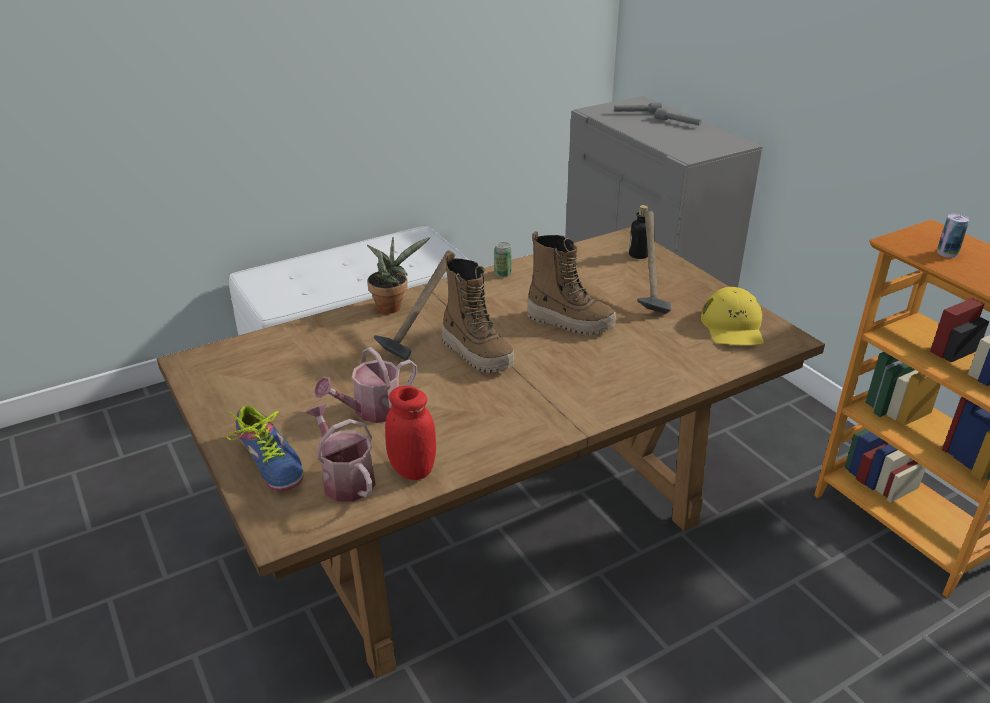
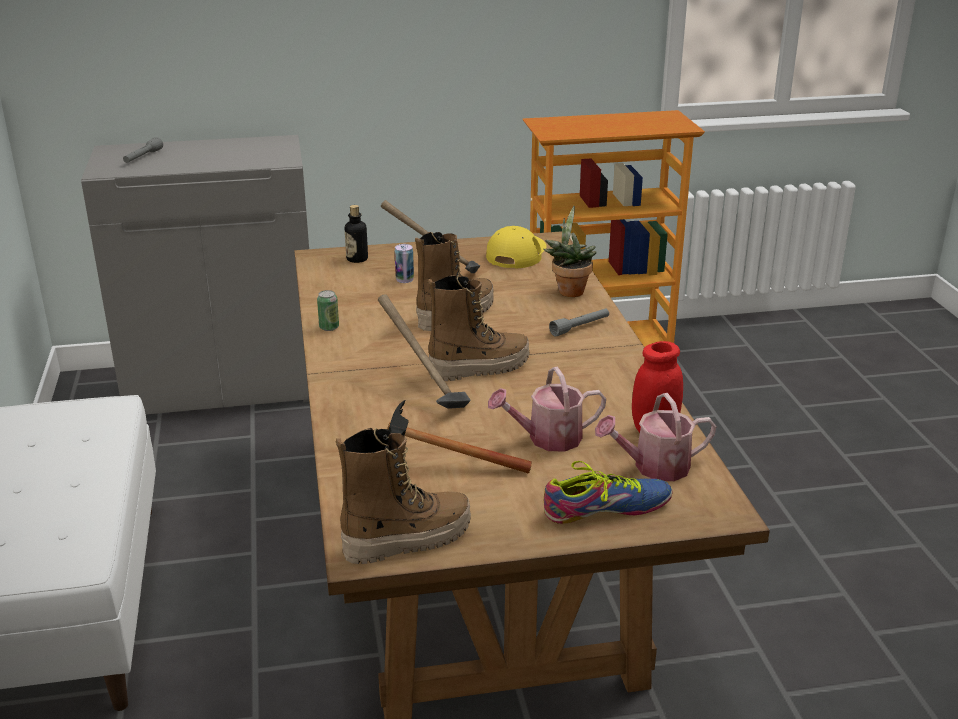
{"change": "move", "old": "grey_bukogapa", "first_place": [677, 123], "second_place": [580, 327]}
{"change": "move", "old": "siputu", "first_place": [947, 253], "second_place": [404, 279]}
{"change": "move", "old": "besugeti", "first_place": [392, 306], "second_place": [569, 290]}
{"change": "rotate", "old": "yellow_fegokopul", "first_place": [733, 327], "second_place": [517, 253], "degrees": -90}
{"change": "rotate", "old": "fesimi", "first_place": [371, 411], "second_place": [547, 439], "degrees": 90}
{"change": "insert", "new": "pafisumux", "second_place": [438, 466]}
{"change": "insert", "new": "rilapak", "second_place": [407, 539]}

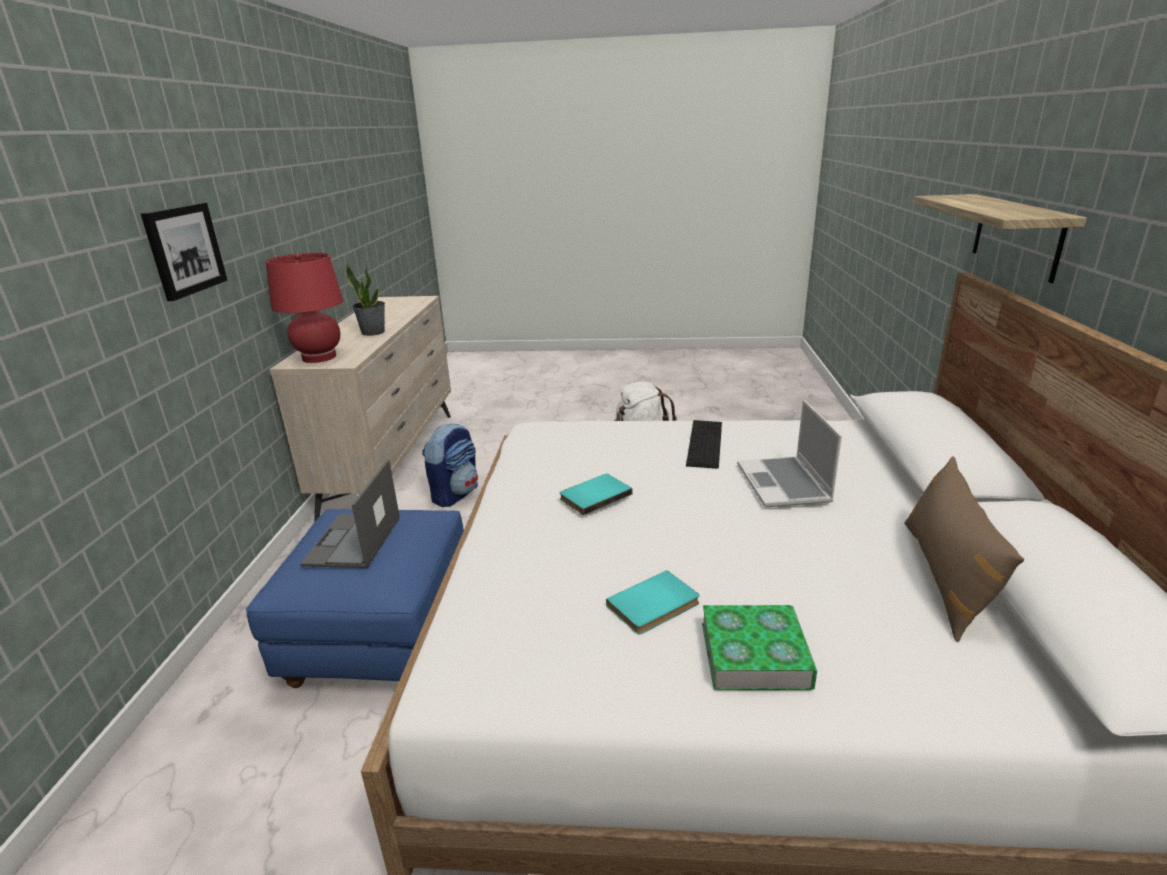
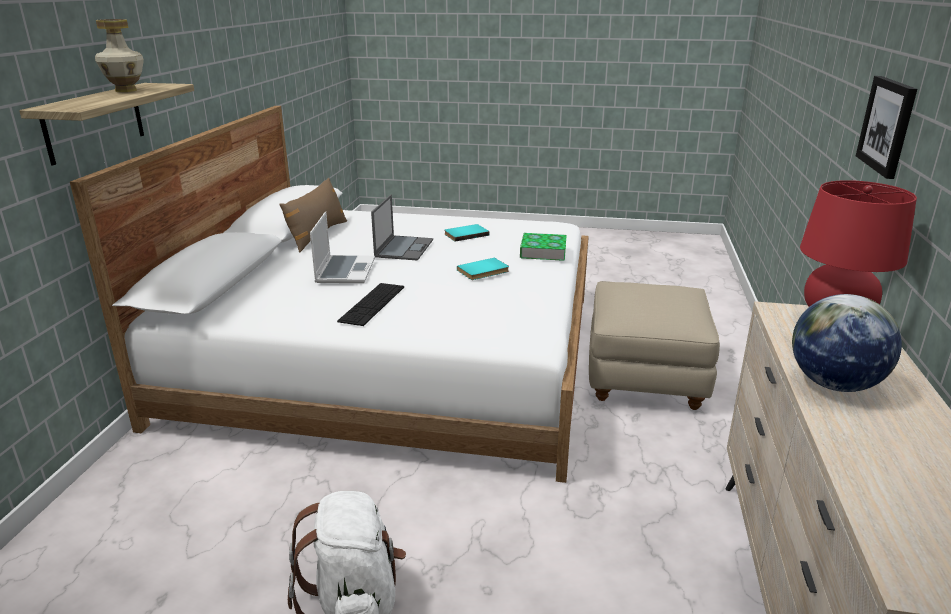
{"change": "replace", "old": "besugeti", "new": "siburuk", "first_place": [373, 332], "second_place": [833, 384]}
{"change": "delete", "old": "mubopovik", "first_place": [455, 494]}
{"change": "move", "old": "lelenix", "first_place": [353, 541], "second_place": [404, 248]}
{"change": "recolor", "old": "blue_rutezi", "new": "beige_rutezi", "first_place": [382, 639], "second_place": [644, 378]}
{"change": "move", "old": "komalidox", "first_place": [754, 654], "second_place": [543, 251]}
{"change": "insert", "new": "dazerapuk", "second_place": [126, 90]}

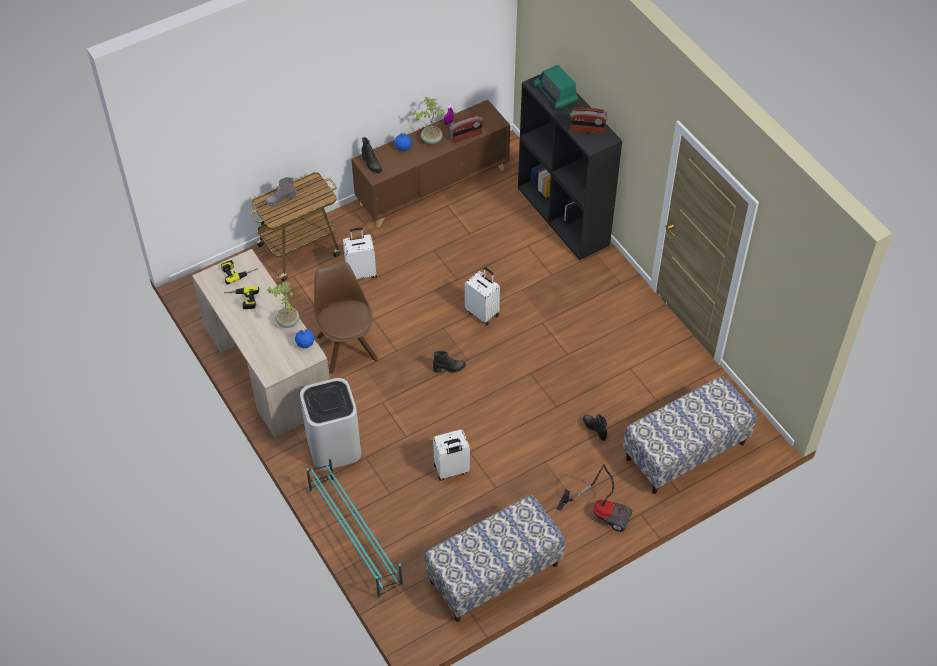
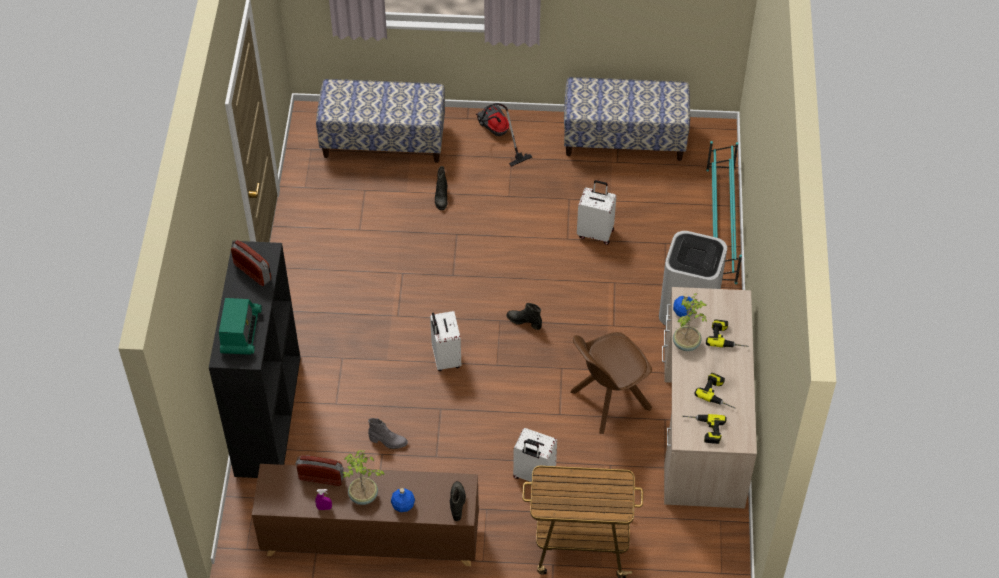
{"change": "move", "old": "grey_rilapak", "first_place": [280, 200], "second_place": [388, 442]}
{"change": "rotate", "old": "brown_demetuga", "first_place": [346, 346], "second_place": [608, 401], "degrees": 45}
{"change": "insert", "new": "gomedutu", "second_place": [727, 337]}

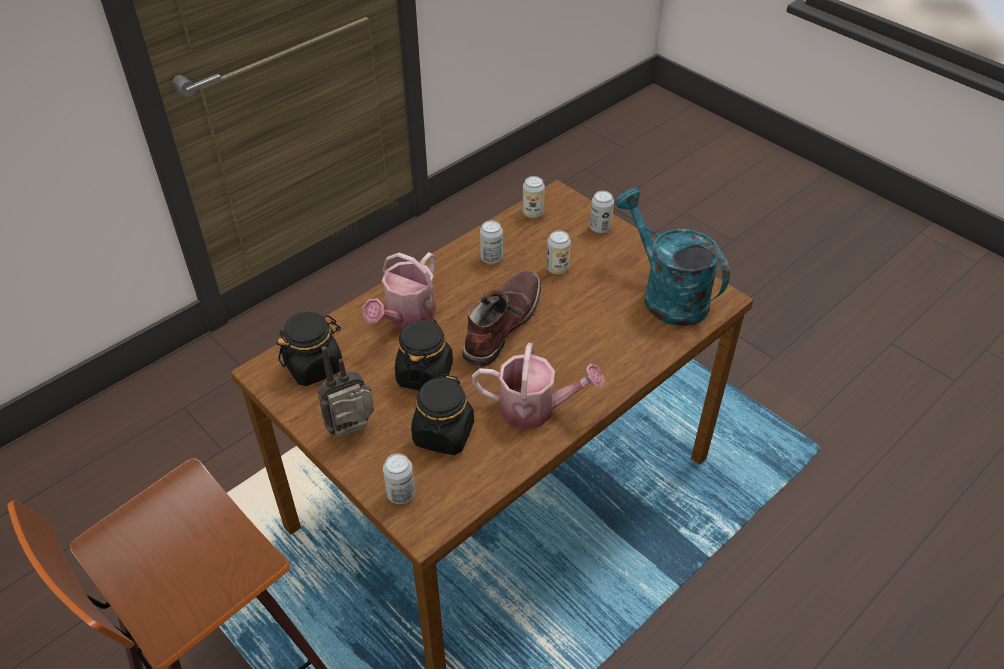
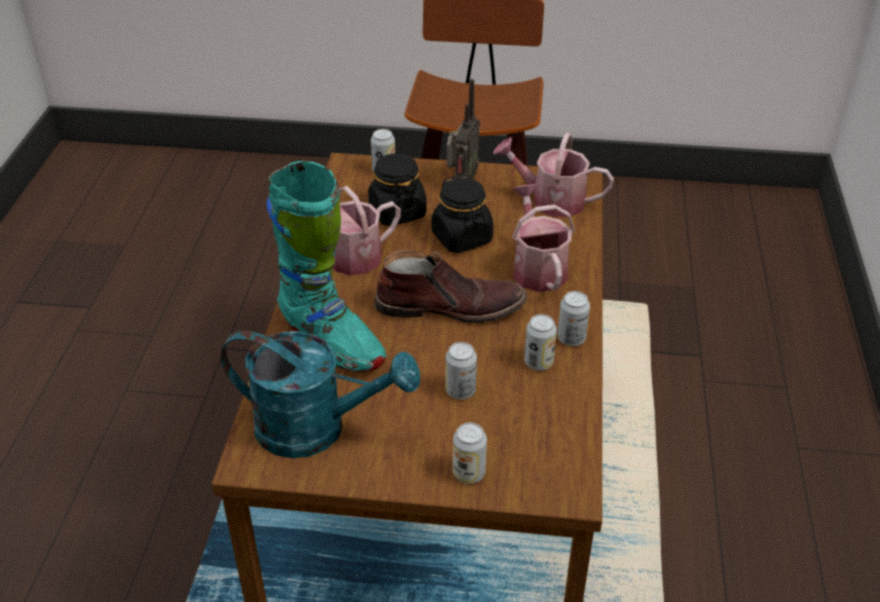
{"change": "move", "old": "siputu", "first_place": [532, 213], "second_place": [571, 338]}
{"change": "rotate", "old": "brown_rilapak", "first_place": [500, 324], "second_place": [450, 306], "degrees": -75}
{"change": "replace", "old": "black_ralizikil", "new": "fesimi", "first_place": [314, 366], "second_place": [550, 200]}
{"change": "insert", "new": "turquoise_rilapak", "second_place": [331, 342]}

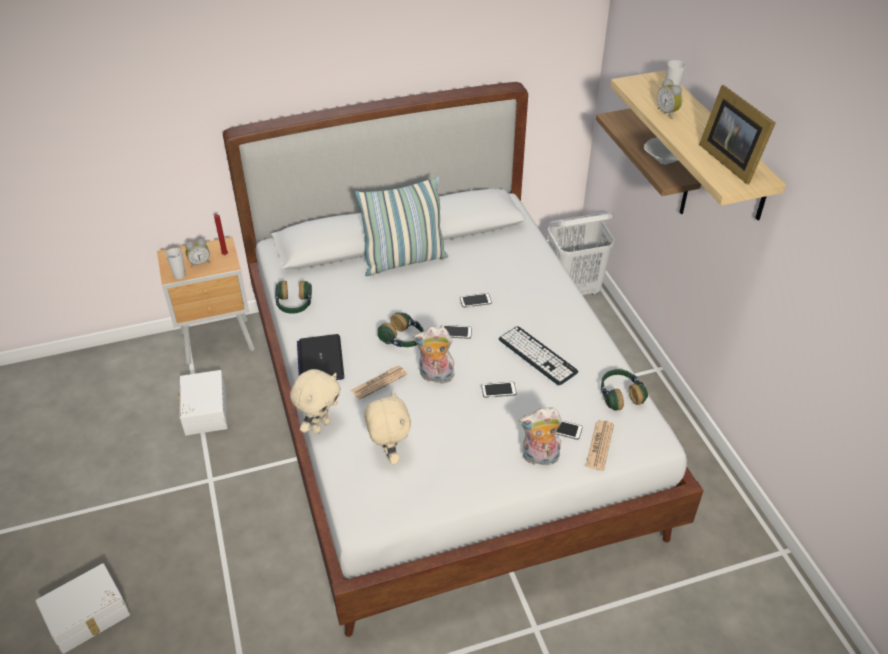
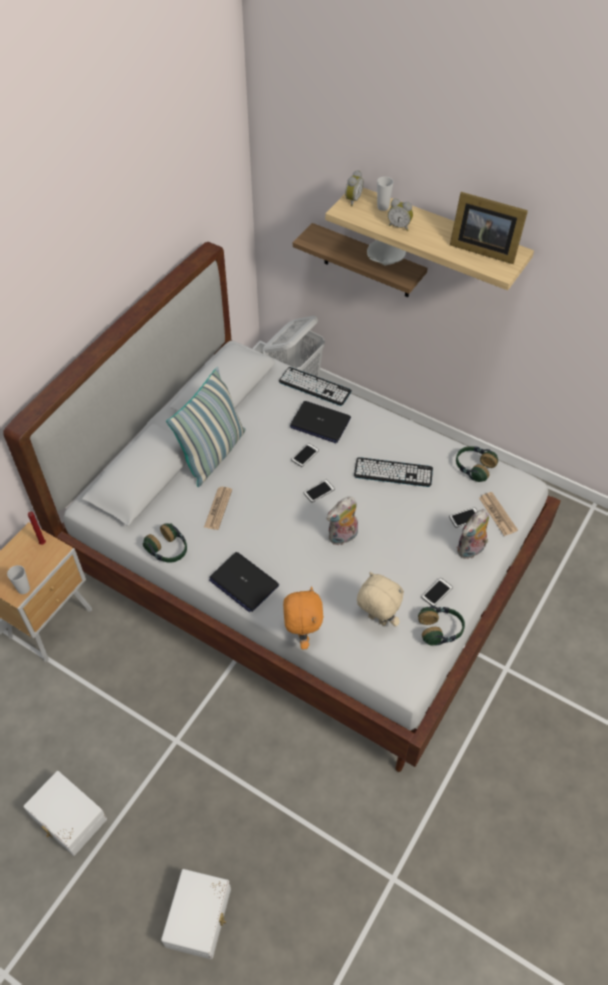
{"change": "move", "old": "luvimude", "first_place": [200, 263], "second_place": [352, 200]}
{"change": "move", "old": "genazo", "first_place": [403, 339], "second_place": [440, 630]}
{"change": "move", "old": "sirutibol", "first_place": [379, 382], "second_place": [218, 508]}
{"change": "recolor", "old": "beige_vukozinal", "new": "orange_vukozinal", "first_place": [320, 426], "second_place": [302, 635]}
{"change": "move", "old": "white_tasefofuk", "first_place": [204, 411], "second_place": [67, 818]}
{"change": "move", "old": "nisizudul", "first_place": [498, 390], "second_place": [437, 592]}
{"change": "insert", "new": "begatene", "second_place": [314, 386]}
{"change": "insert", "new": "lelenix", "second_place": [320, 423]}

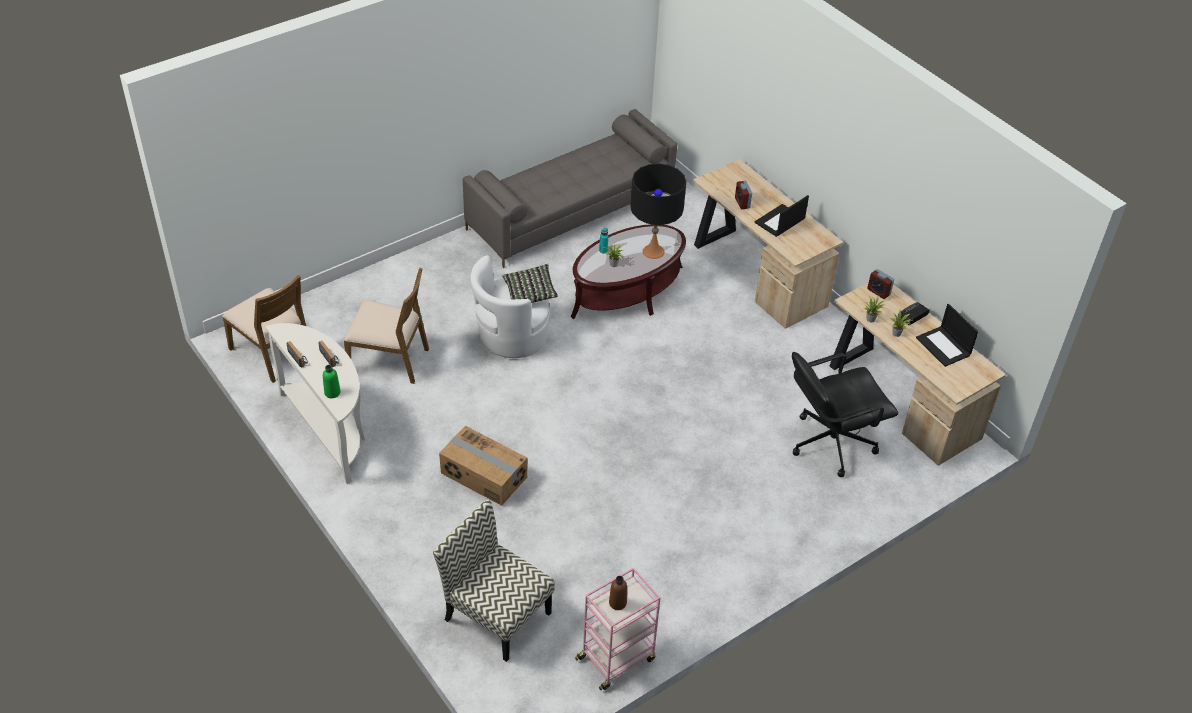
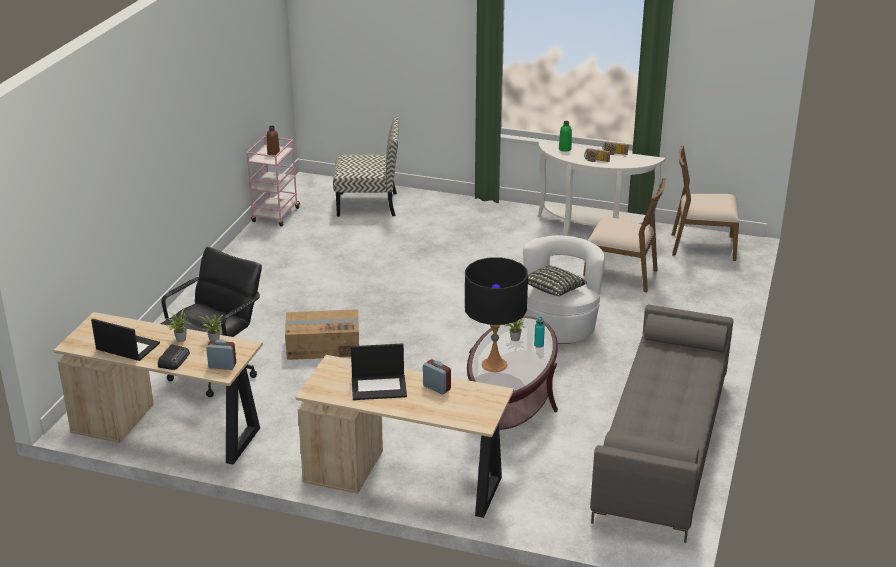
{"change": "rotate", "old": "lelenix", "first_place": [779, 221], "second_place": [379, 387], "degrees": 75}
{"change": "rotate", "old": "brown_demetuga", "first_place": [389, 360], "second_place": [621, 275], "degrees": -135}
{"change": "move", "old": "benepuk", "first_place": [483, 475], "second_place": [323, 346]}

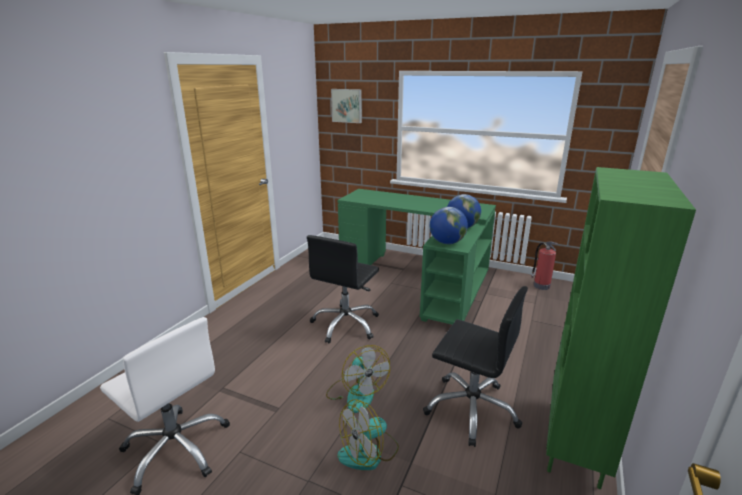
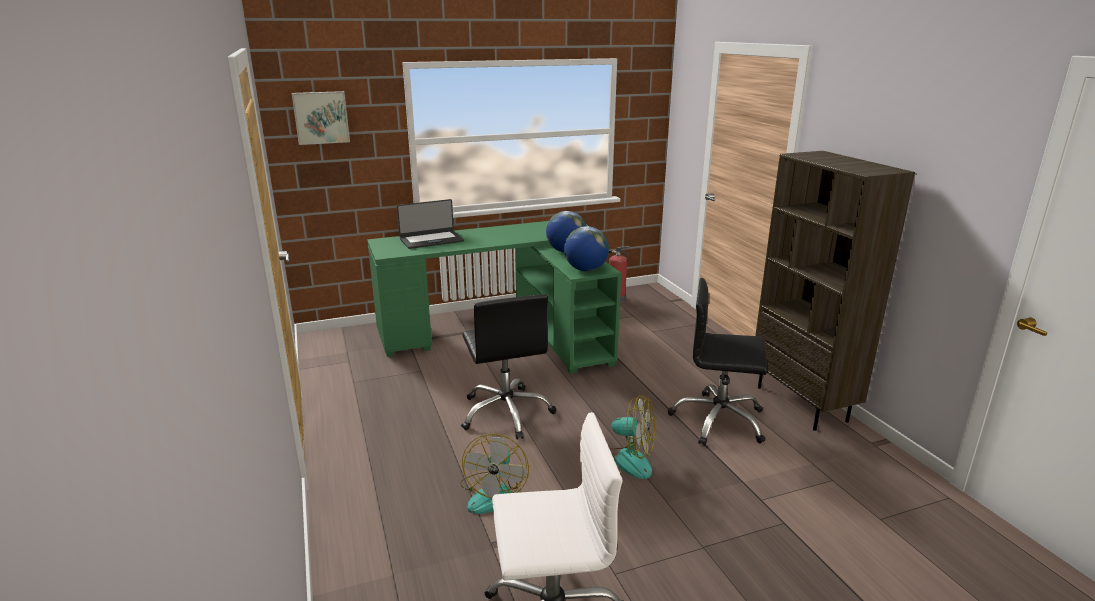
{"change": "recolor", "old": "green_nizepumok", "new": "brown_nizepumok", "first_place": [576, 444], "second_place": [802, 404]}
{"change": "rotate", "old": "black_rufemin", "first_place": [471, 409], "second_place": [718, 420], "degrees": -150}
{"change": "move", "old": "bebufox", "first_place": [369, 452], "second_place": [493, 493]}
{"change": "insert", "new": "lelenix", "second_place": [431, 240]}

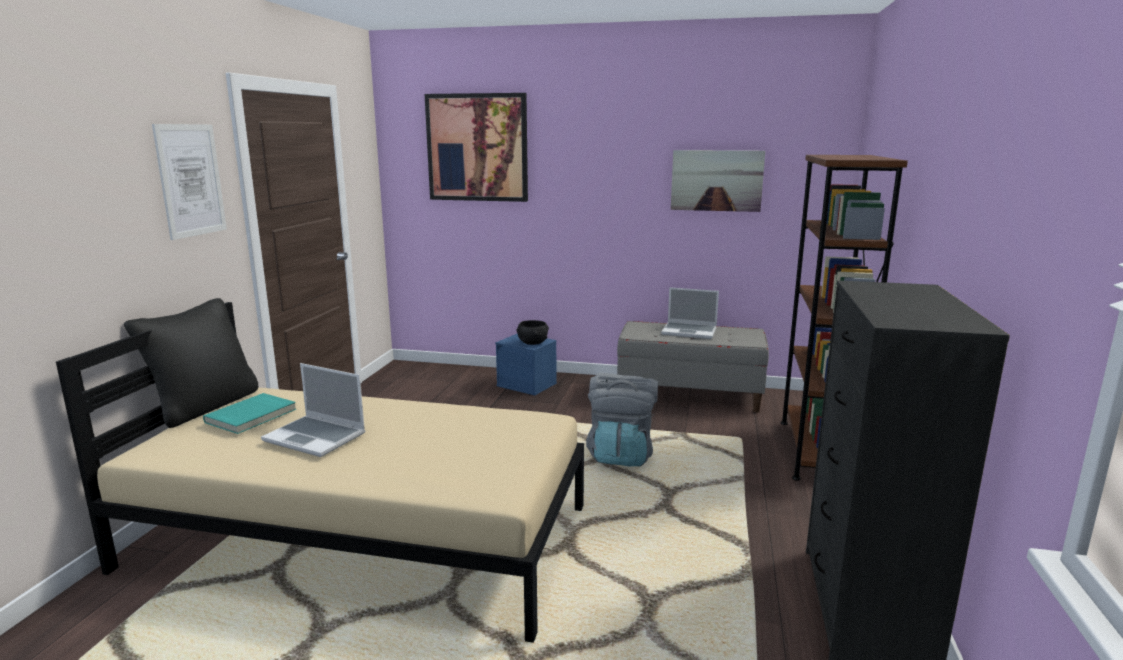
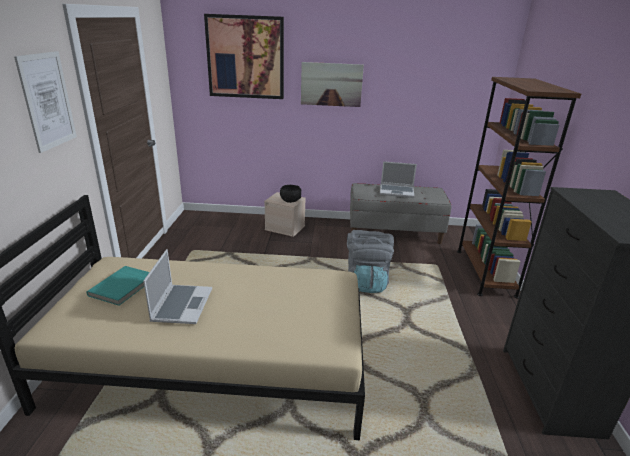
{"change": "move", "old": "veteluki", "first_place": [716, 180], "second_place": [331, 84]}
{"change": "delete", "old": "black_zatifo", "first_place": [205, 406]}
{"change": "recolor", "old": "blue_tasefofuk", "new": "beige_tasefofuk", "first_place": [527, 384], "second_place": [285, 228]}
{"change": "rotate", "old": "lelenix", "first_place": [316, 437], "second_place": [181, 305], "degrees": -105}

